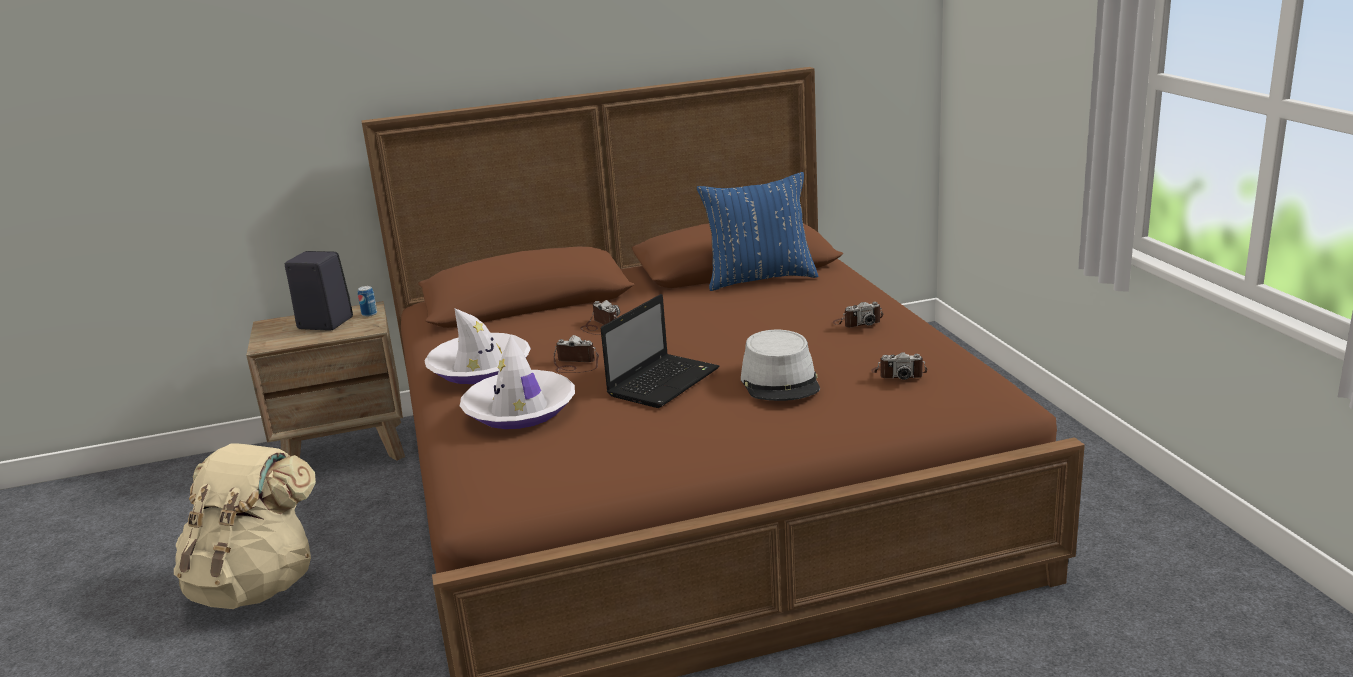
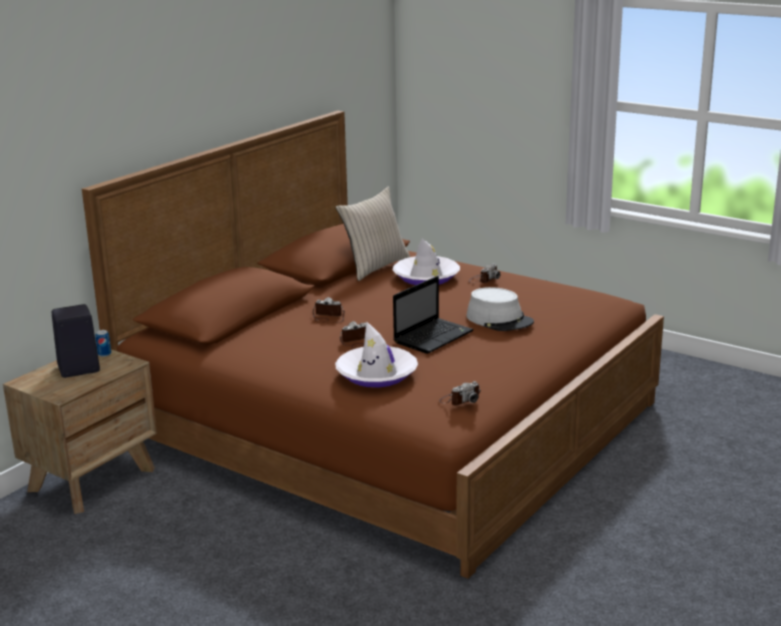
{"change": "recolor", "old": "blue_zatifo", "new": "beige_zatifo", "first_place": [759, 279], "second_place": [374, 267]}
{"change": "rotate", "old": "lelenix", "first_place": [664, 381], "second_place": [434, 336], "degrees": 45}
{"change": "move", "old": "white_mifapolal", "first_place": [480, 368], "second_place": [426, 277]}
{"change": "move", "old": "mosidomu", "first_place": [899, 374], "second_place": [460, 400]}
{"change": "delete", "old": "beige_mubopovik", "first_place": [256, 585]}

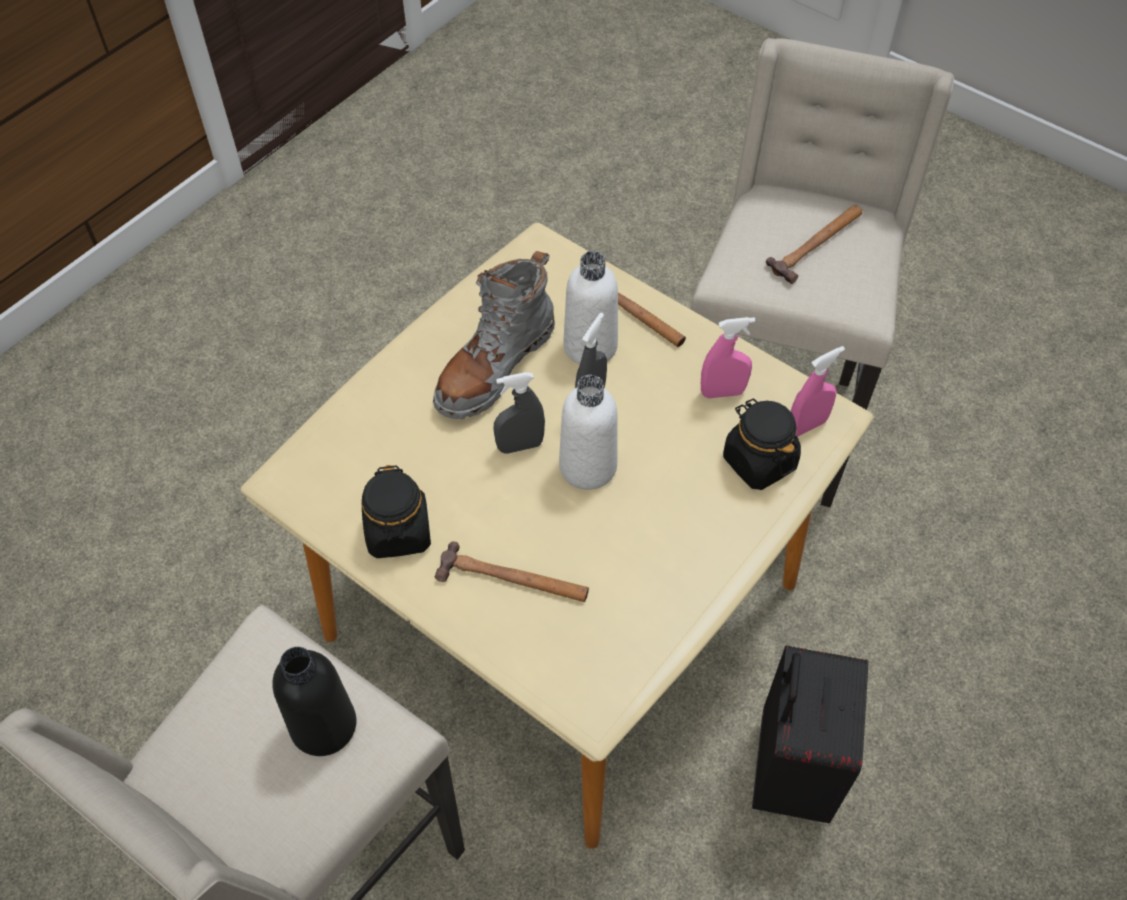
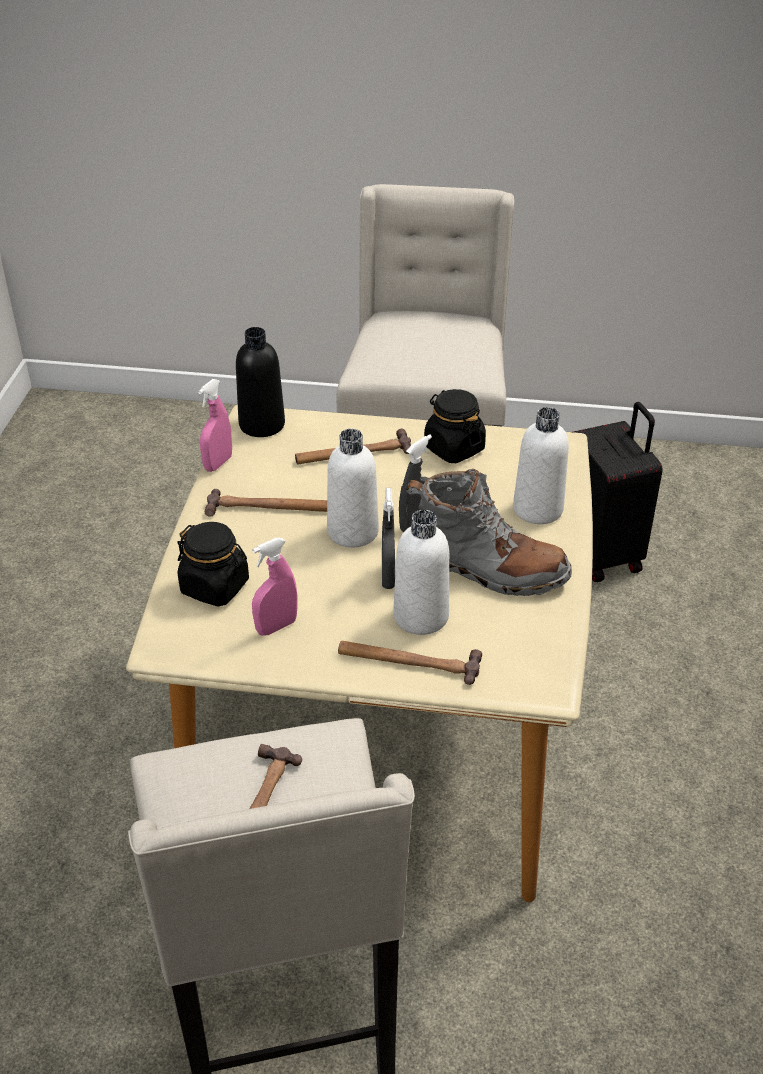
{"change": "rotate", "old": "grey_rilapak", "first_place": [495, 366], "second_place": [487, 568], "degrees": 105}
{"change": "move", "old": "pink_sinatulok", "first_place": [807, 426], "second_place": [218, 463]}
{"change": "move", "old": "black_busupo", "first_place": [788, 769], "second_place": [602, 553]}
{"change": "move", "old": "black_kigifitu", "first_place": [323, 725], "second_place": [262, 424]}
{"change": "insert", "new": "white_kigifitu", "second_place": [538, 509]}
{"change": "insert", "new": "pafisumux", "second_place": [268, 508]}

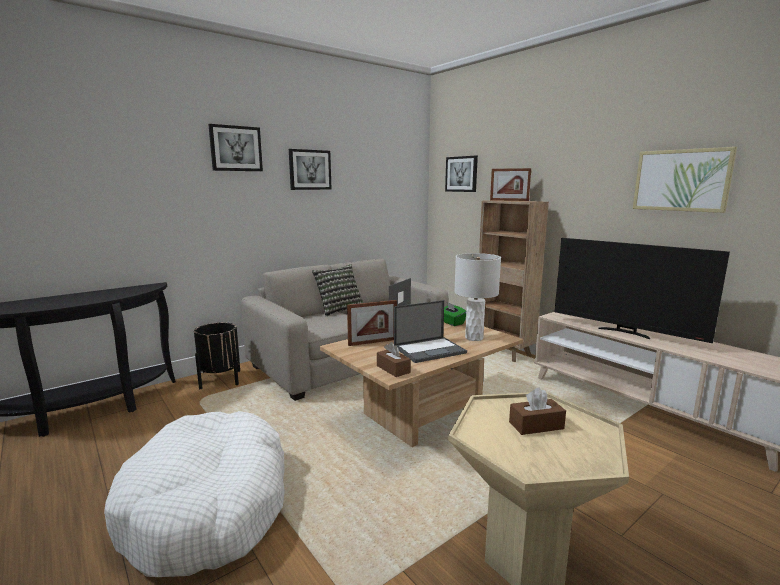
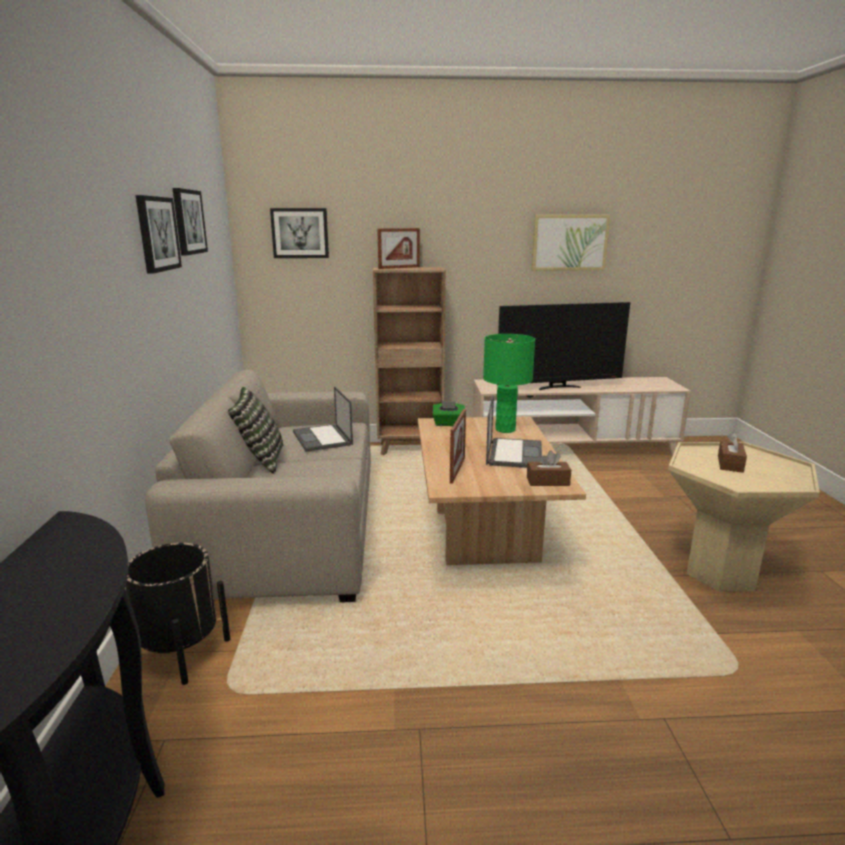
{"change": "move", "old": "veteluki", "first_place": [236, 148], "second_place": [188, 222]}
{"change": "recolor", "old": "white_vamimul", "new": "green_vamimul", "first_place": [474, 338], "second_place": [505, 429]}
{"change": "delete", "old": "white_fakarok", "first_place": [208, 506]}

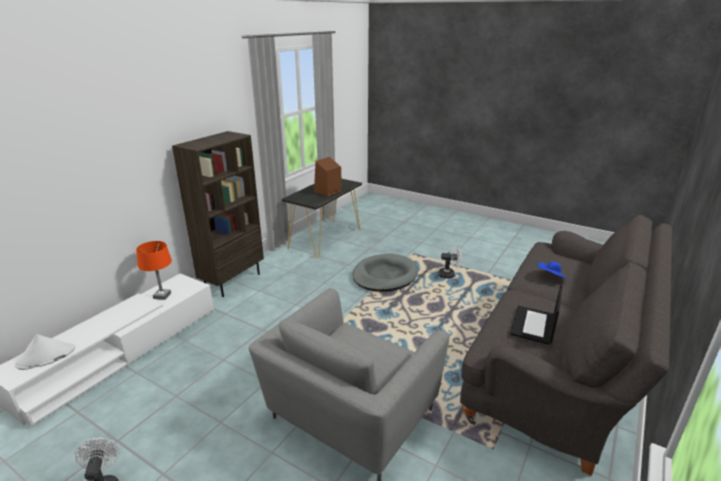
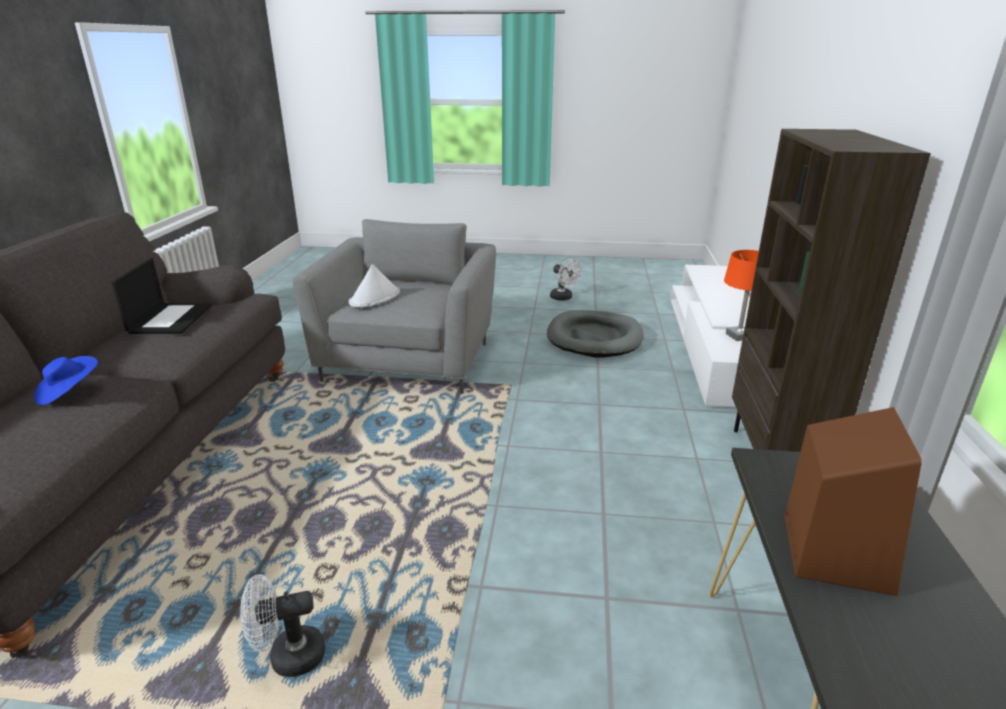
{"change": "move", "old": "grey_fakarok", "first_place": [384, 275], "second_place": [594, 338]}
{"change": "move", "old": "white_mifapolal", "first_place": [46, 357], "second_place": [375, 298]}

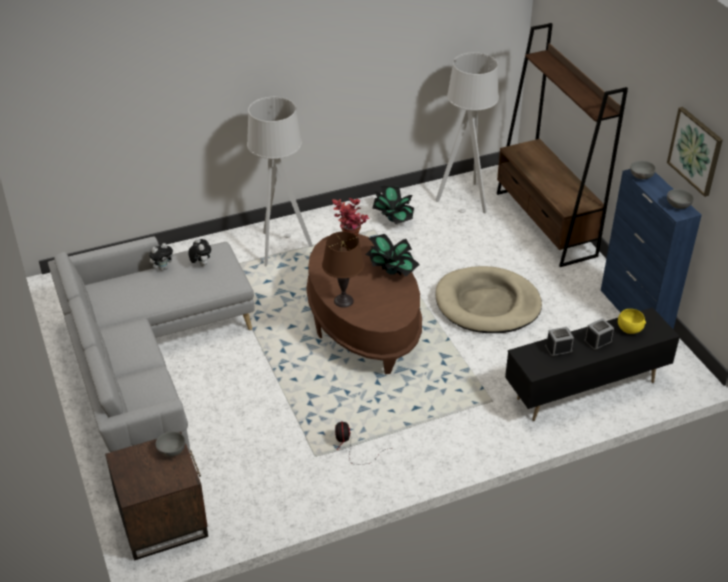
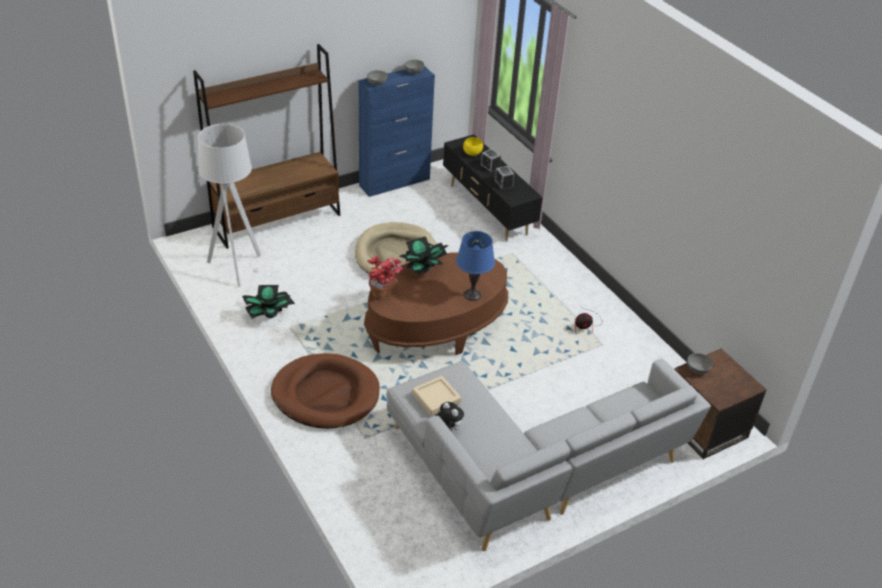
{"change": "replace", "old": "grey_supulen", "new": "brown_fakarok", "first_place": [281, 248], "second_place": [325, 394]}
{"change": "delete", "old": "veteluki", "first_place": [695, 151]}
{"change": "recolor", "old": "brown_vamimul", "new": "blue_vamimul", "first_place": [343, 301], "second_place": [472, 295]}
{"change": "replace", "old": "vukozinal", "new": "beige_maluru", "first_place": [201, 264], "second_place": [436, 398]}

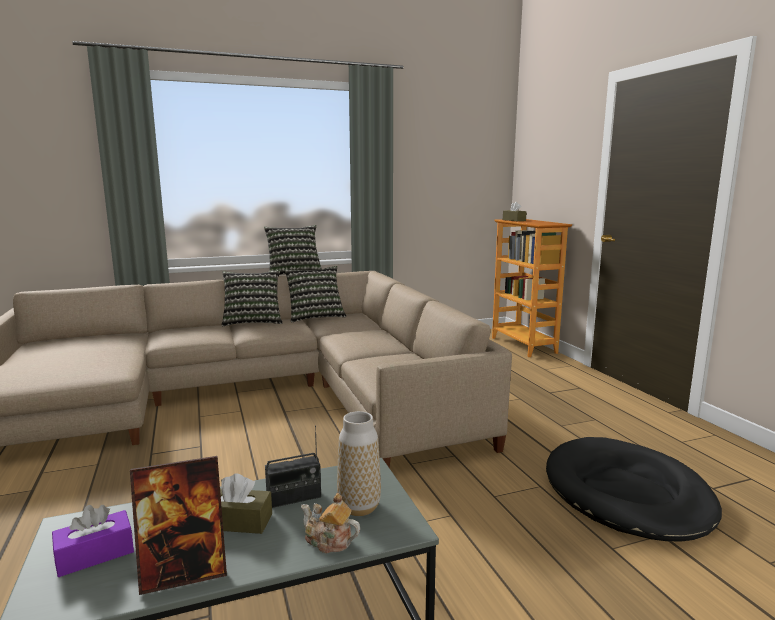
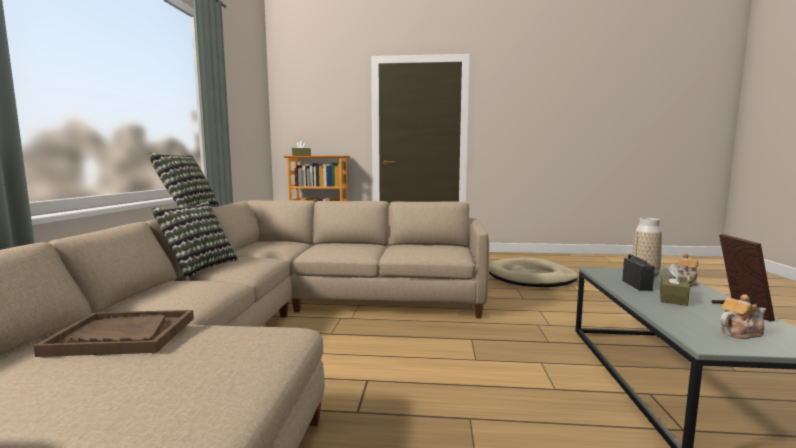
{"change": "delete", "old": "zatifo", "first_place": [315, 316]}
{"change": "recolor", "old": "black_fakarok", "new": "beige_fakarok", "first_place": [626, 493], "second_place": [531, 277]}
{"change": "replace", "old": "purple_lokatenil", "new": "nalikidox", "first_place": [95, 554], "second_place": [739, 333]}
{"change": "insert", "new": "brown_maluru", "second_place": [122, 336]}

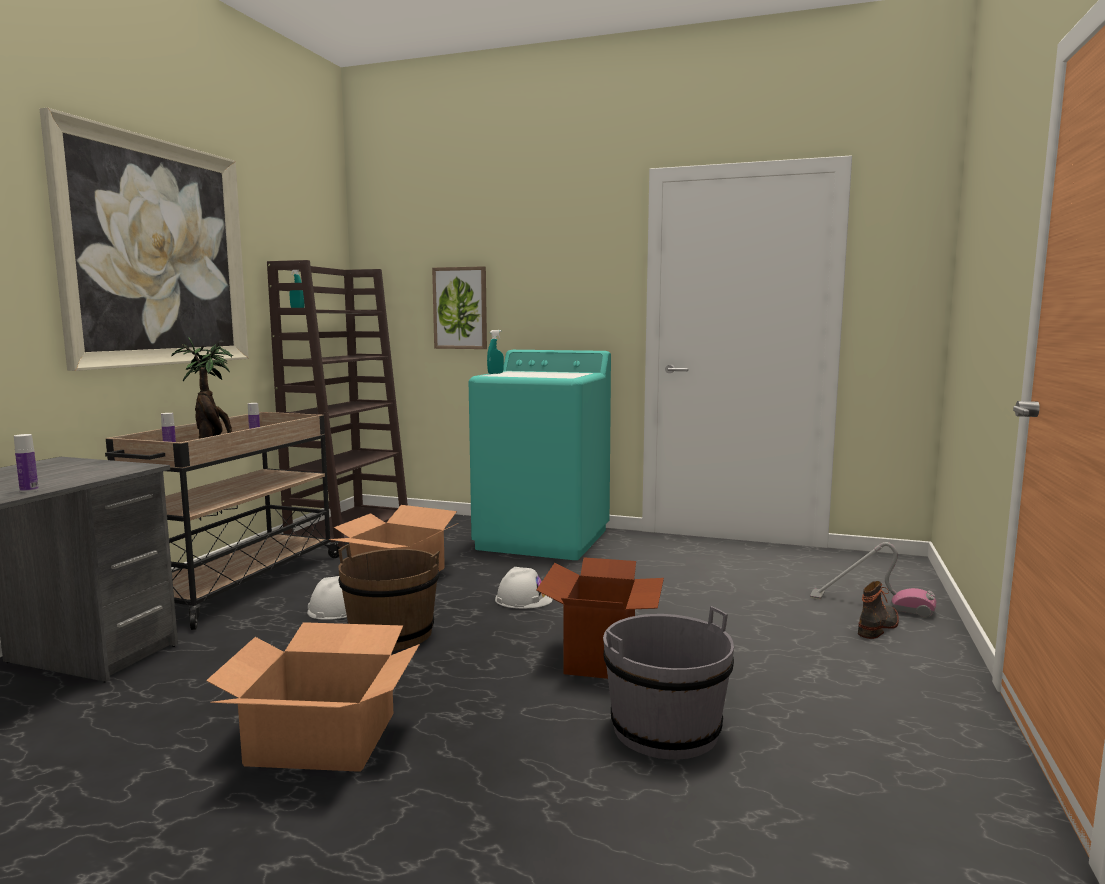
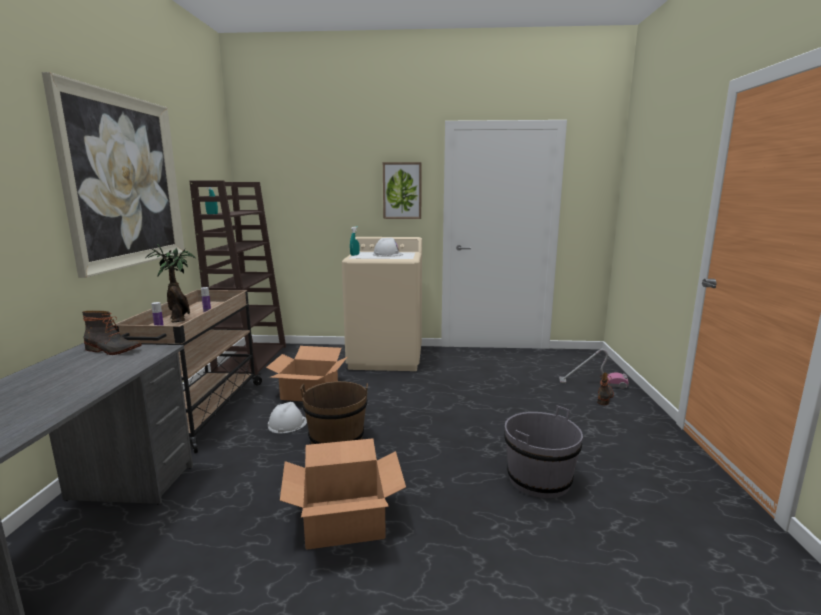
{"change": "move", "old": "veteluki", "first_place": [460, 308], "second_place": [402, 190]}
{"change": "recolor", "old": "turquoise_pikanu", "new": "beige_pikanu", "first_place": [543, 539], "second_place": [386, 357]}
{"change": "delete", "old": "kigifitu", "first_place": [29, 490]}
{"change": "delete", "old": "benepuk", "first_place": [601, 658]}
{"change": "move", "old": "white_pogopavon", "first_place": [523, 599], "second_place": [387, 254]}
{"change": "insert", "new": "rilapak", "second_place": [112, 350]}

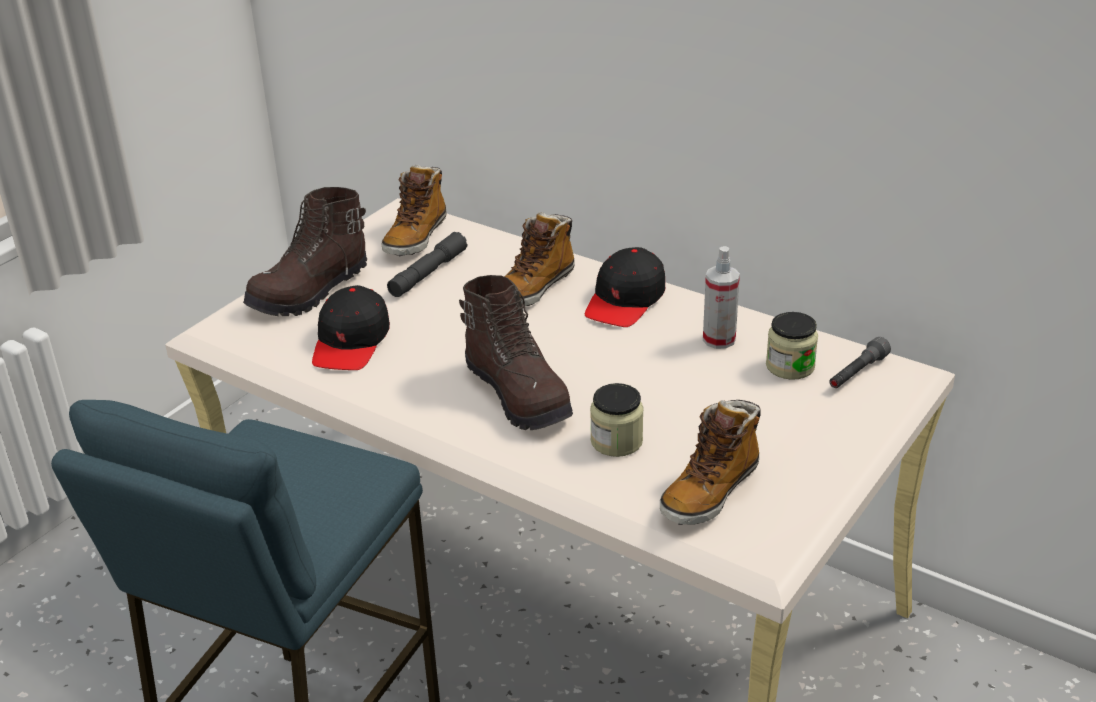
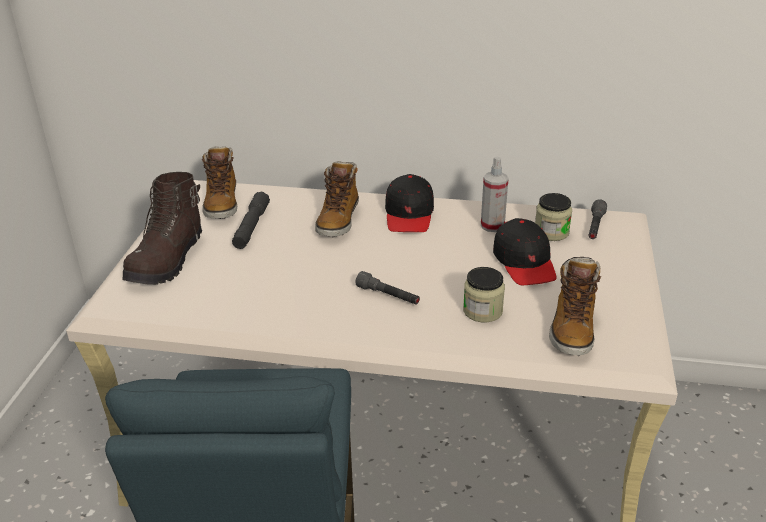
{"change": "replace", "old": "brown_rilapak", "new": "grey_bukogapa", "first_place": [519, 394], "second_place": [388, 296]}
{"change": "move", "old": "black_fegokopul", "first_place": [351, 342], "second_place": [524, 262]}

